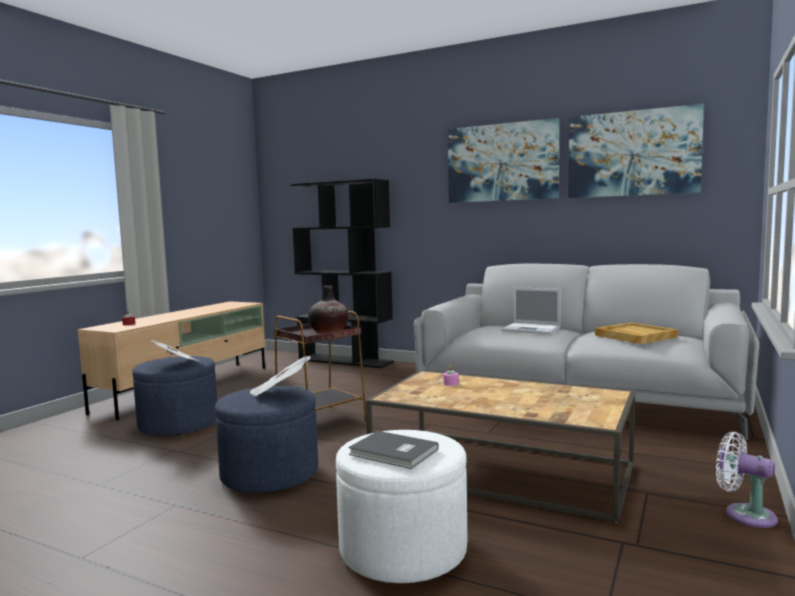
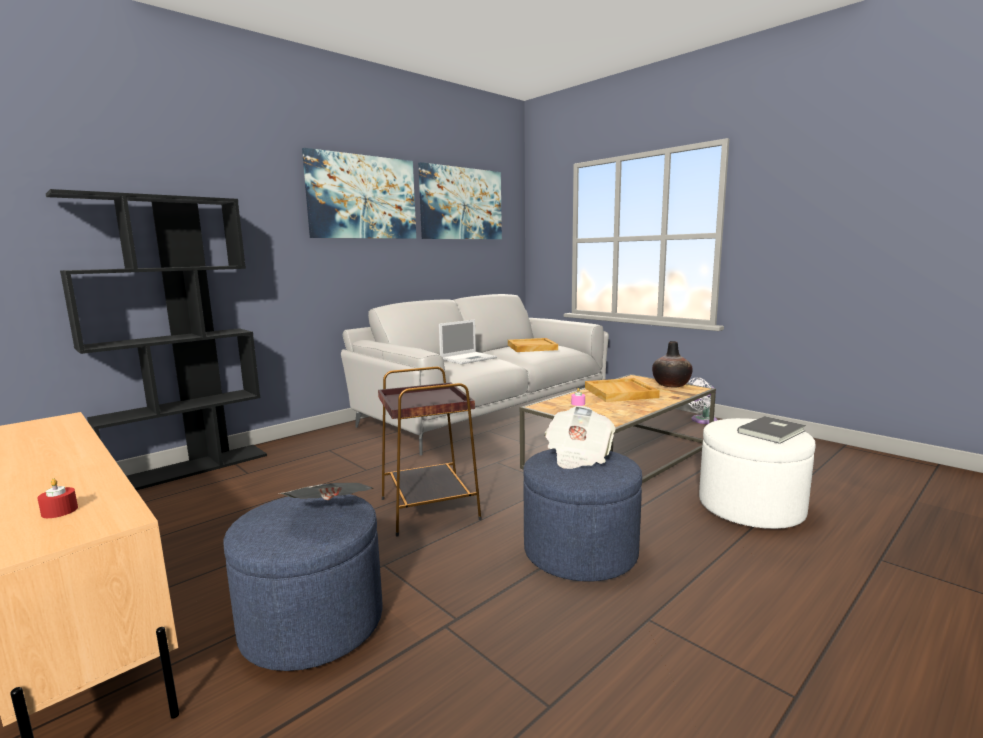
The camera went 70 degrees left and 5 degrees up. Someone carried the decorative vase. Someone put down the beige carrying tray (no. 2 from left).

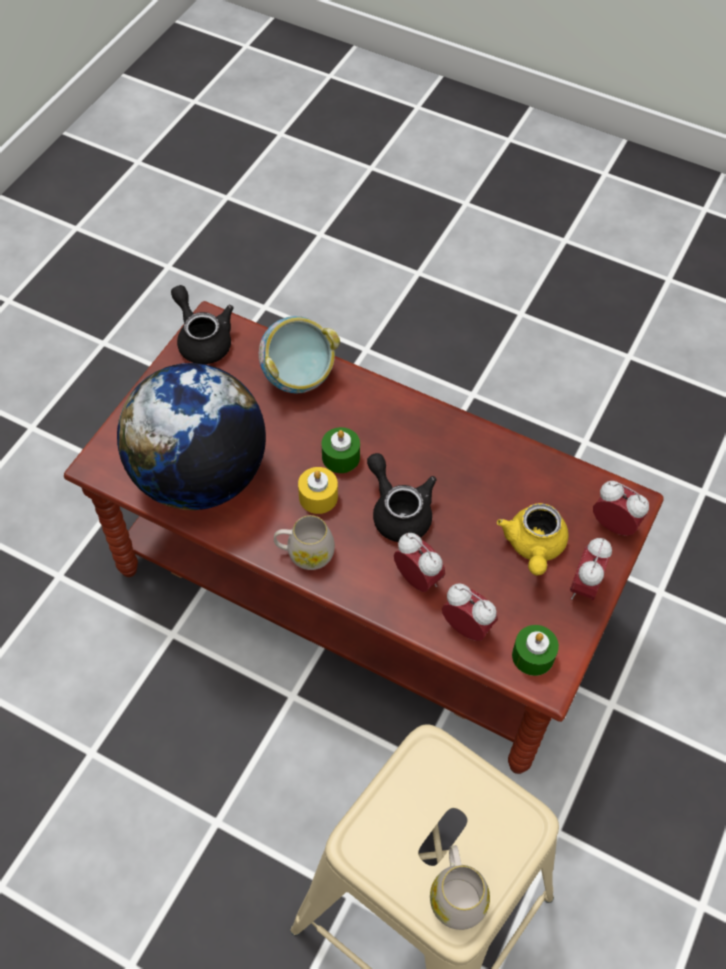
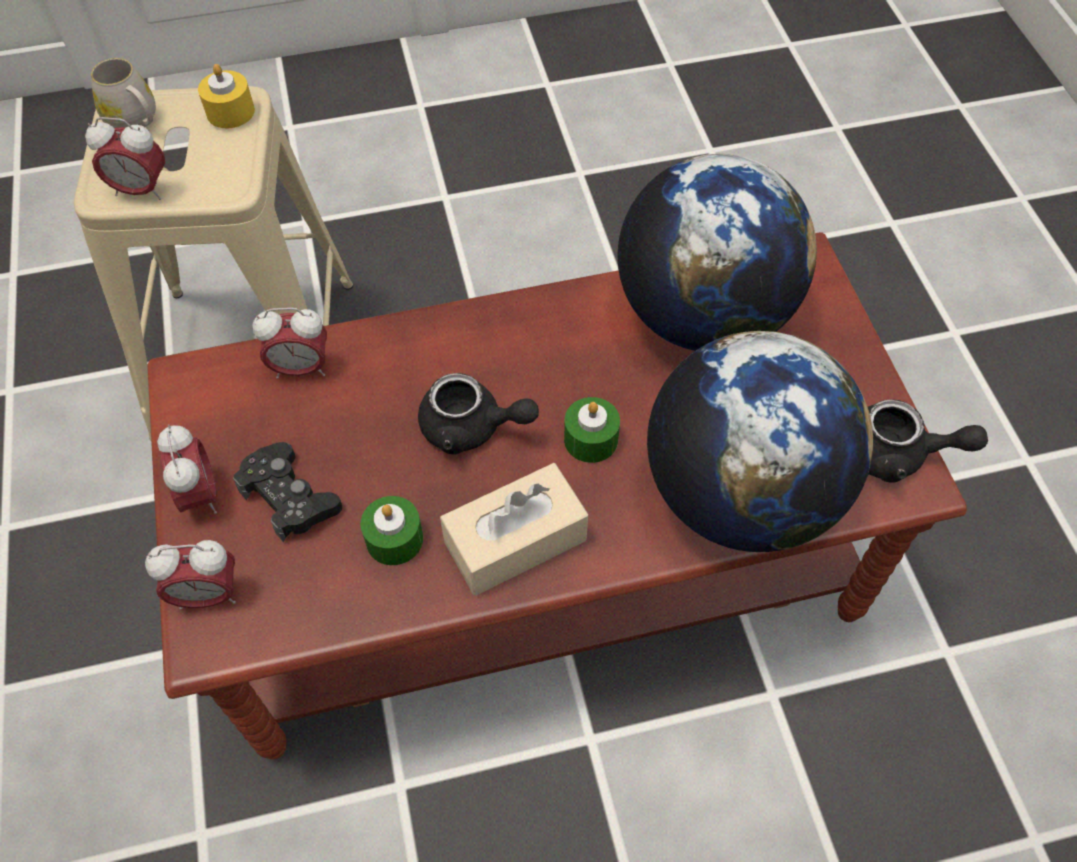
The camera went 140 degrees right and 0 degrees up. Someone swapped the bowl for the world globe (no. 2 from left). Someone carried the yellow wax light. Someone swapped the yellow tea pot for the black-coloured gamepad. Someone took away the white-coloured tea mug (no. 1 from left). Someone carried the bedside clock (no. 1 from left). Someone carried the greenish wax light (no. 2 from left in the first image). Someone put down the beige tissue box.

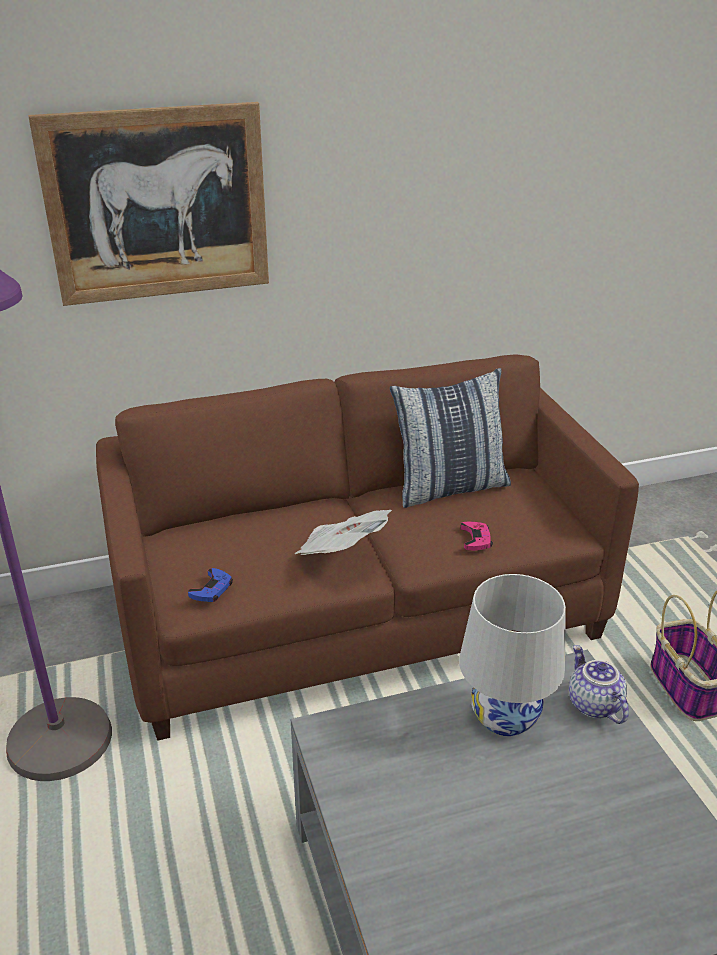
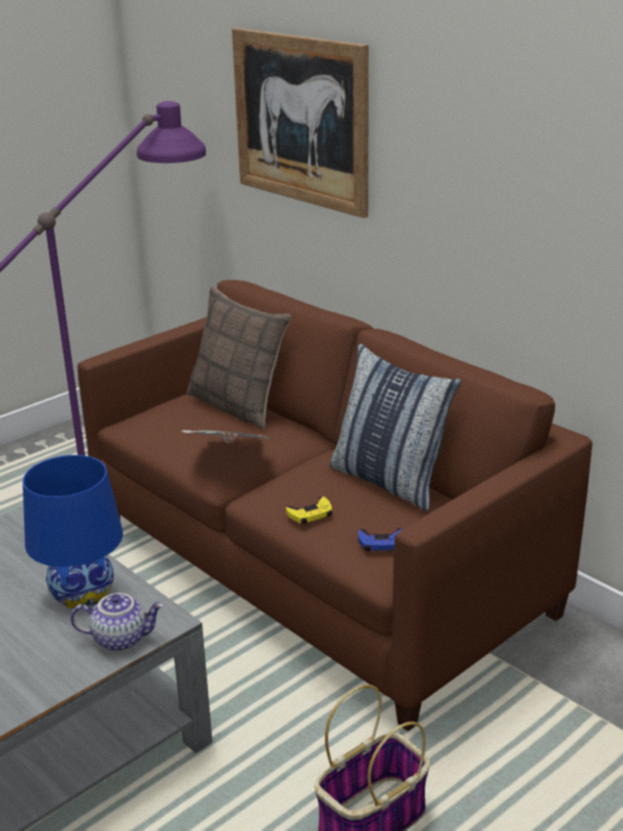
The camera went 65 degrees right and 5 degrees down. Someone repainted the pink gamepad, which became the yellow gamepad. Someone carried the blue-coloured gamepad. Someone repainted the white-coloured tabletop lamp, which became the blue-coloured tabletop lamp. Someone rotated the tea pot by 45 degrees clockwise. Someone put down the cushion (no. 1 from left).

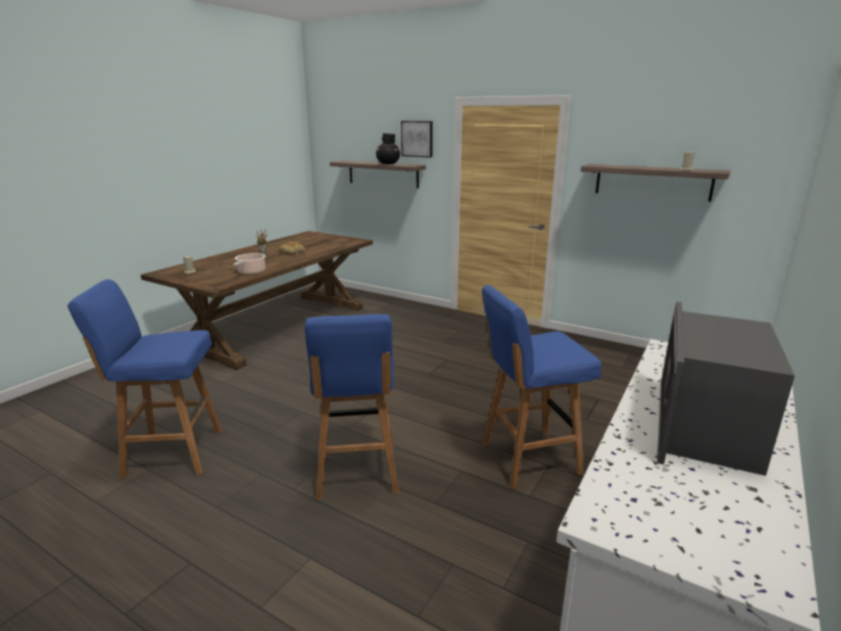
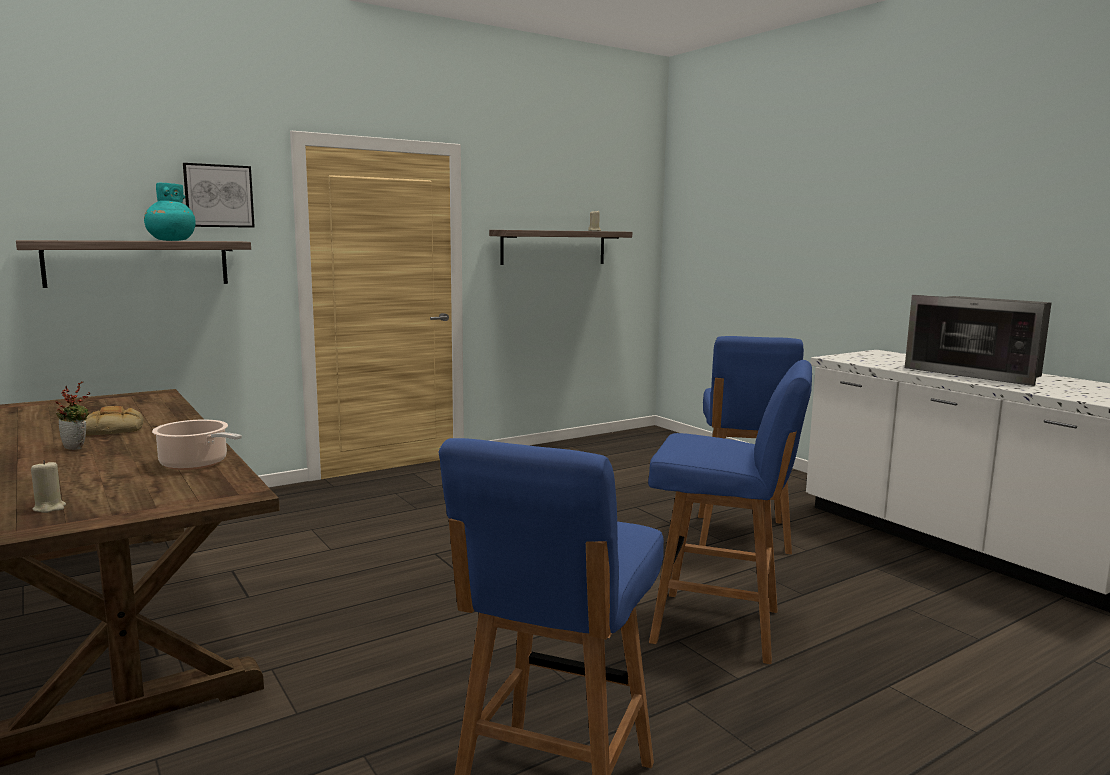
The camera went 65 degrees left and 10 degrees down. Someone repainted the black-coloured decorative vase, which became the turquoise decorative vase.

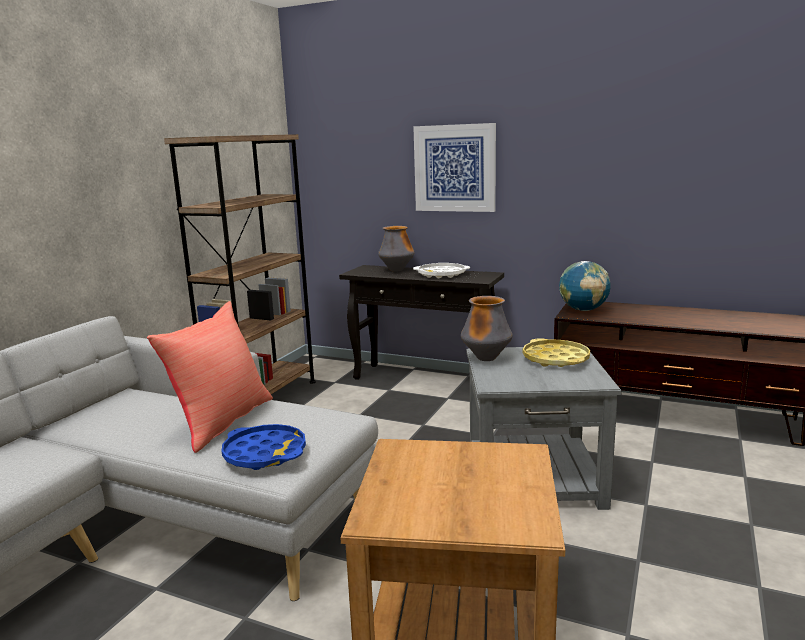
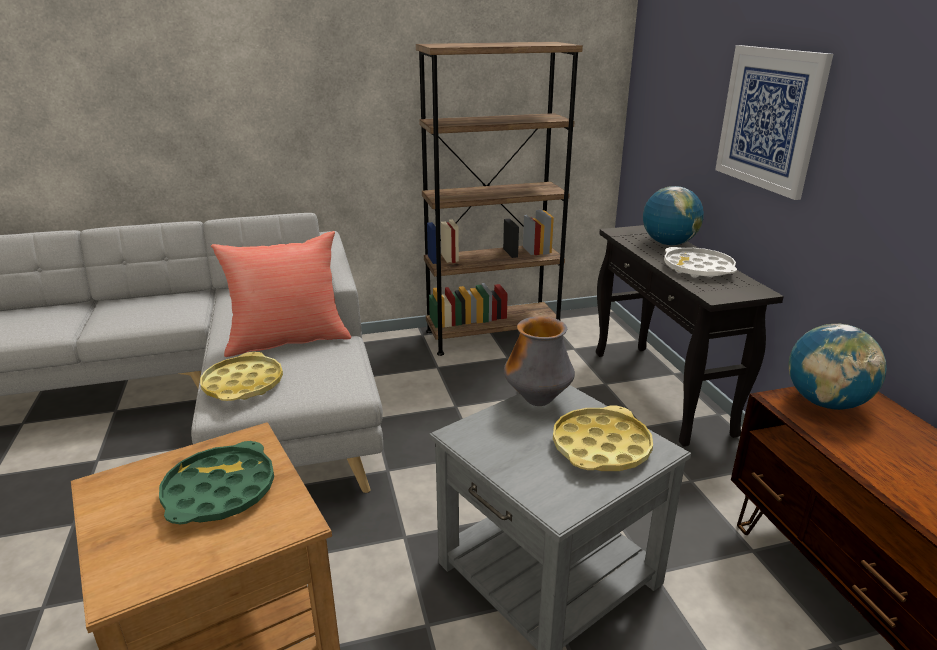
The camera went 50 degrees right and 10 degrees up. Someone swapped the decorative vase (no. 1 from left) for the world globe (no. 1 from left). Someone repainted the blue-coloured carrying tray, which became the yellow carrying tray (no. 1 from left). Someone put down the greenish carrying tray.

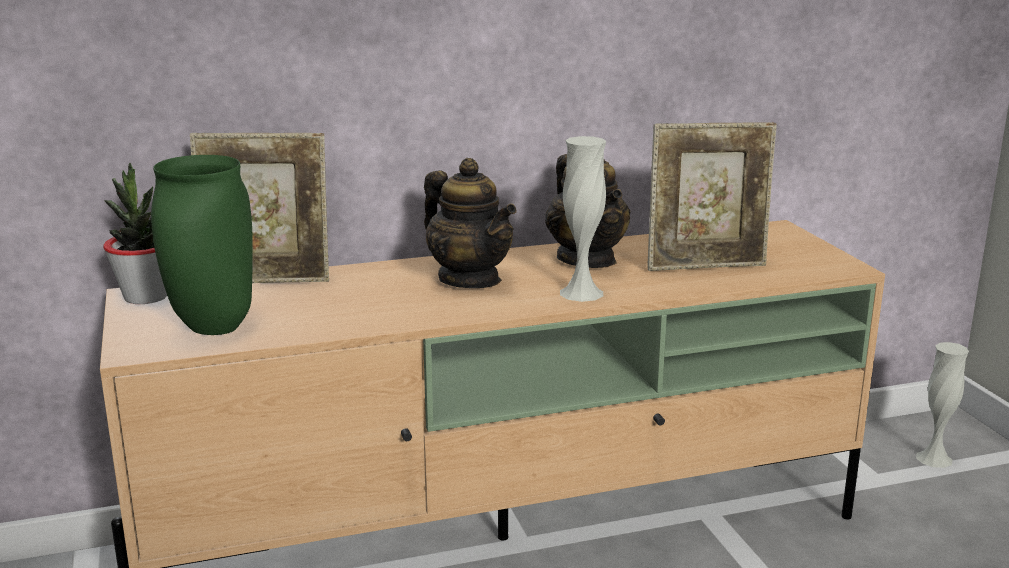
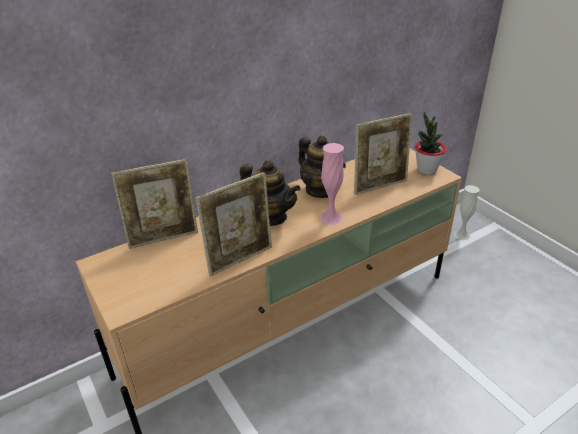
The camera went 15 degrees left and 15 degrees up. Someone repainted the white-coloured decorative vase (no. 1 from left), which became the pink decorative vase. Someone took away the greenish decorative vase. Someone carried the plant in a pot. Someone put down the standing frame (no. 2 from left).

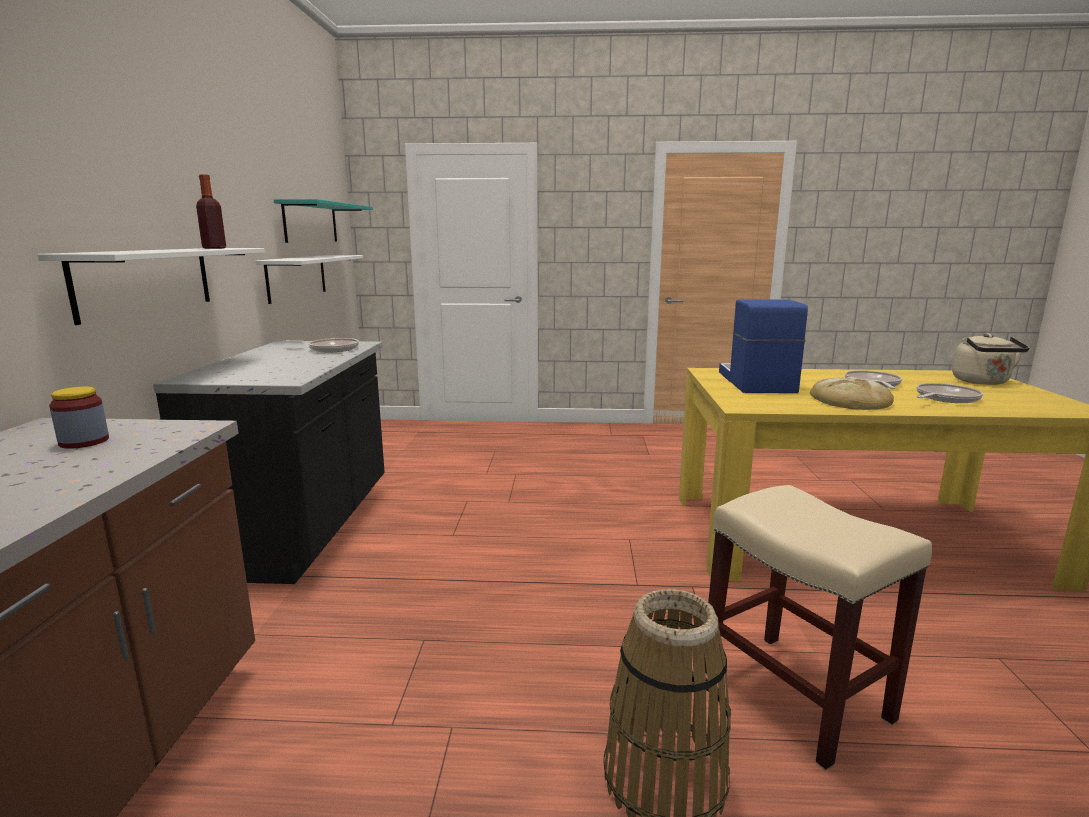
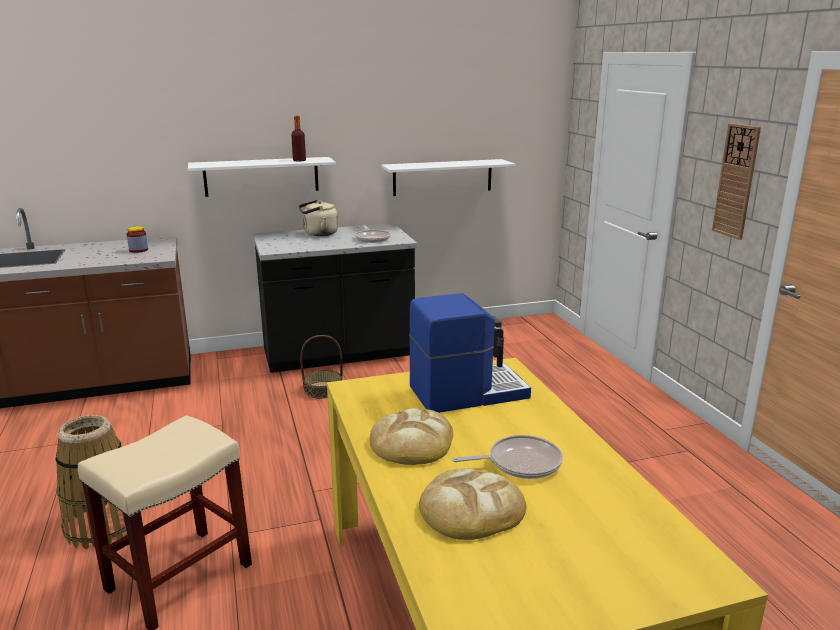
The camera went 70 degrees right and 5 degrees up. Someone took away the turquoise bracket shelf. Someone carried the beige kettle. Someone swapped the pan (no. 3 from left) for the bakery bread (no. 2 from left). Someone put up the wall clock. Someone put down the household basket (no. 2 from left).

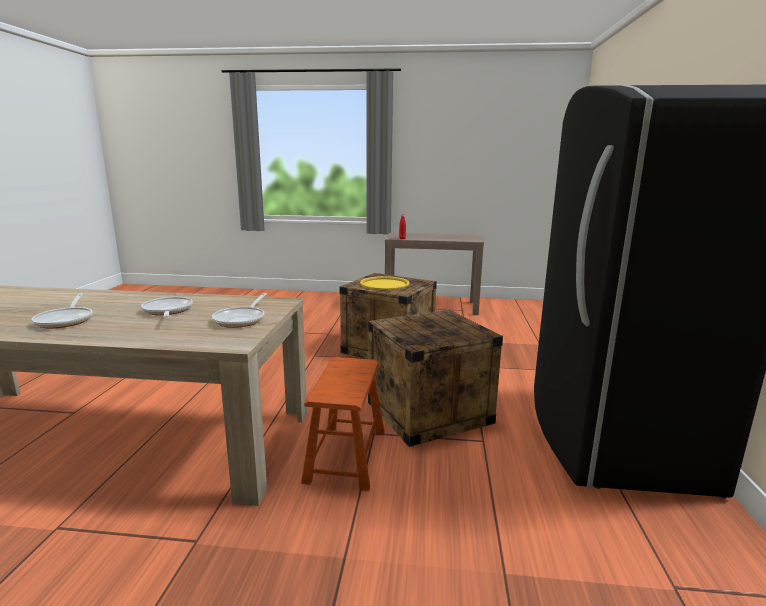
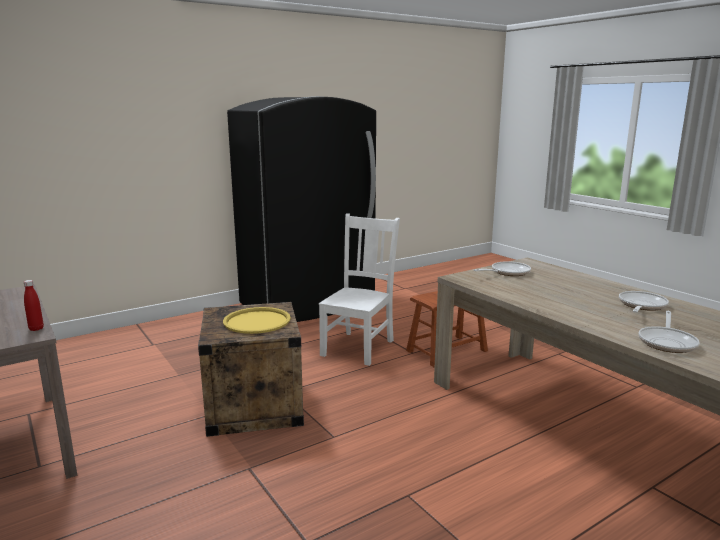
The camera went 130 degrees left and 0 degrees up. Someone carried the pan (no. 2 from left in the first image). Someone swapped the shipping crate (no. 2 from left) for the white-coloured chair.

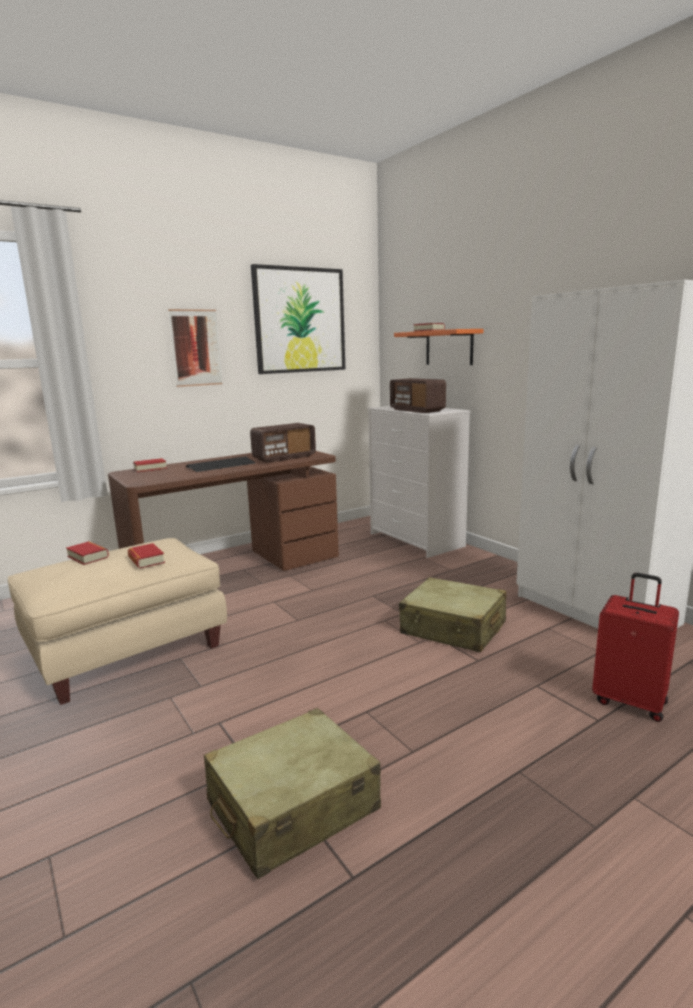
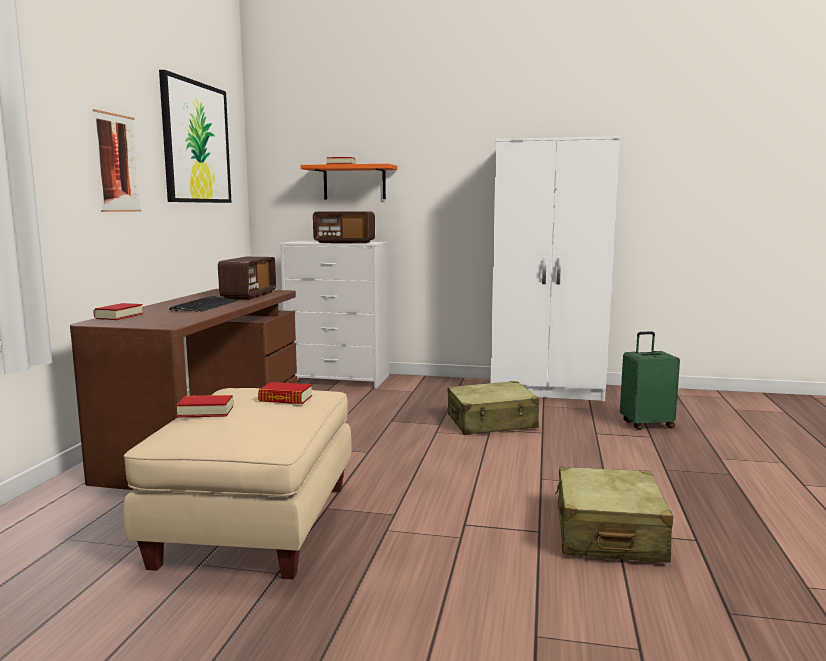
The camera went 45 degrees left and 5 degrees down. Someone repainted the red-coloured travel case, which became the greenish travel case.

